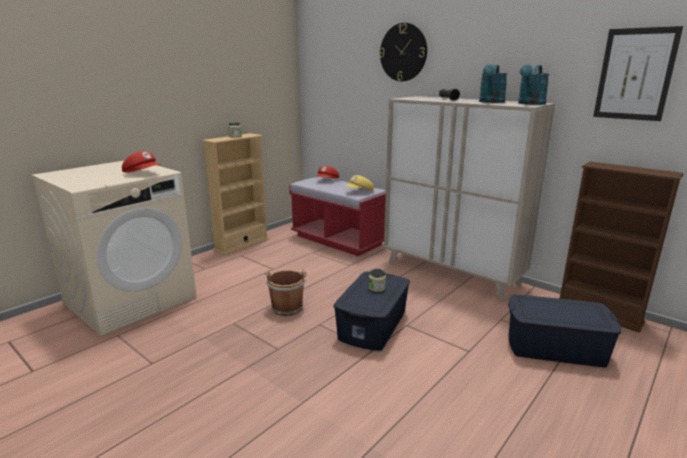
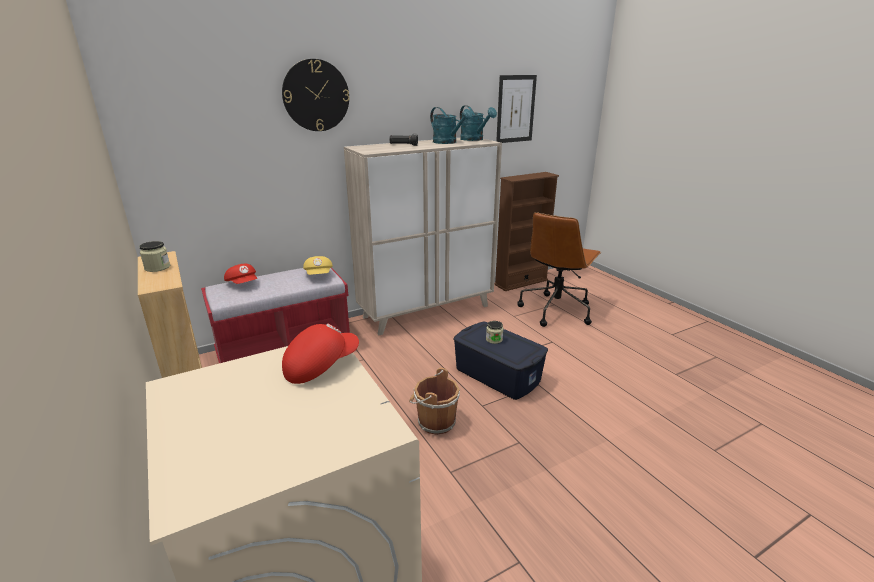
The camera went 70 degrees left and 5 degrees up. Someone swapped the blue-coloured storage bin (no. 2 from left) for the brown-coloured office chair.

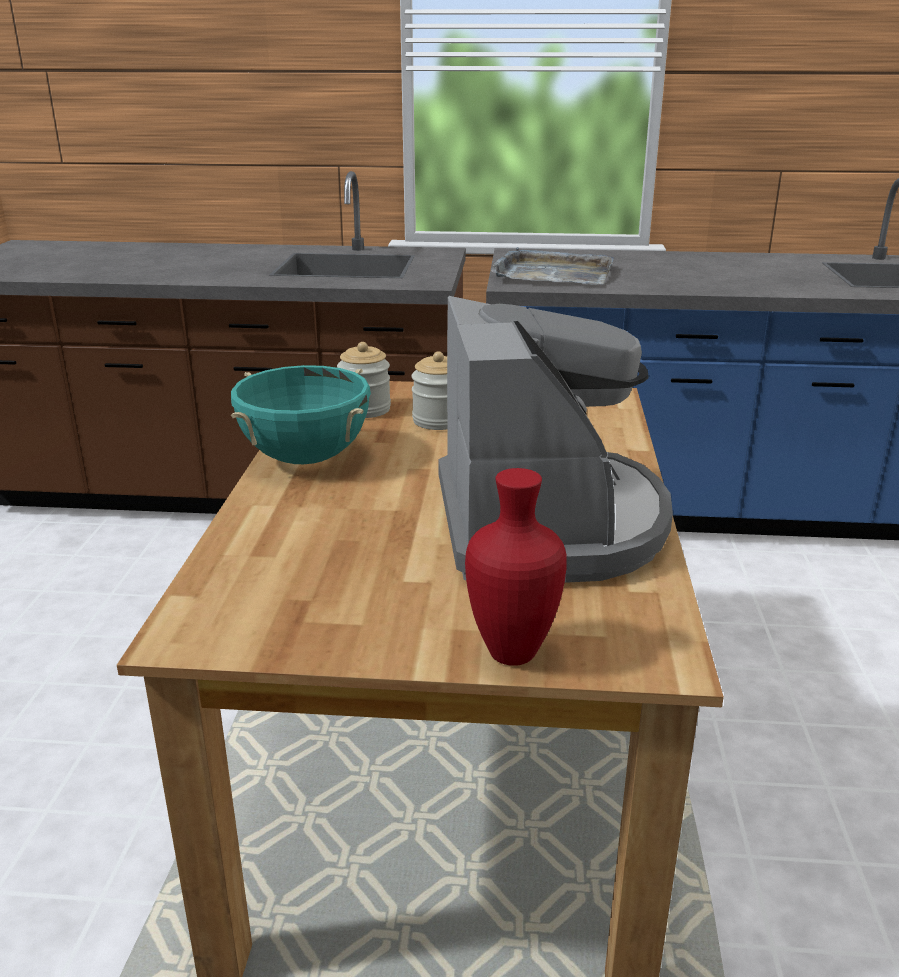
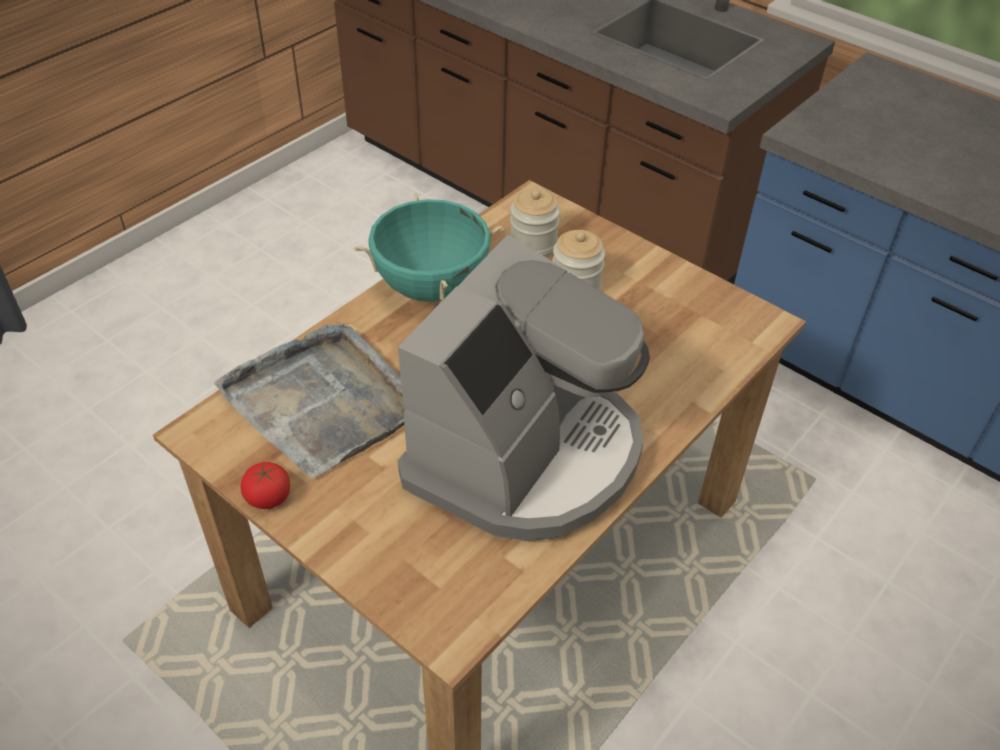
The camera went 35 degrees right and 20 degrees up. Someone carried the greyish carrying tray. Someone took away the red-coloured decorative vase. Someone put down the fresh tomato.

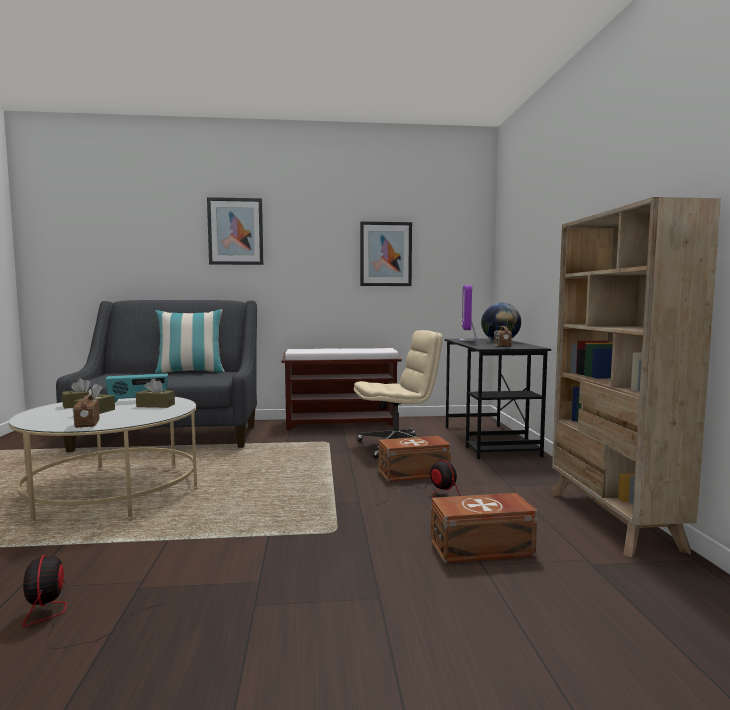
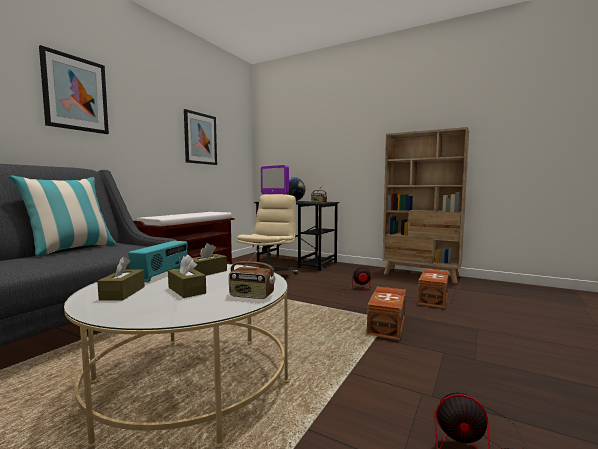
The camera went 55 degrees left and 0 degrees up. Someone carried the brown-coloured storage bin (no. 1 from left).

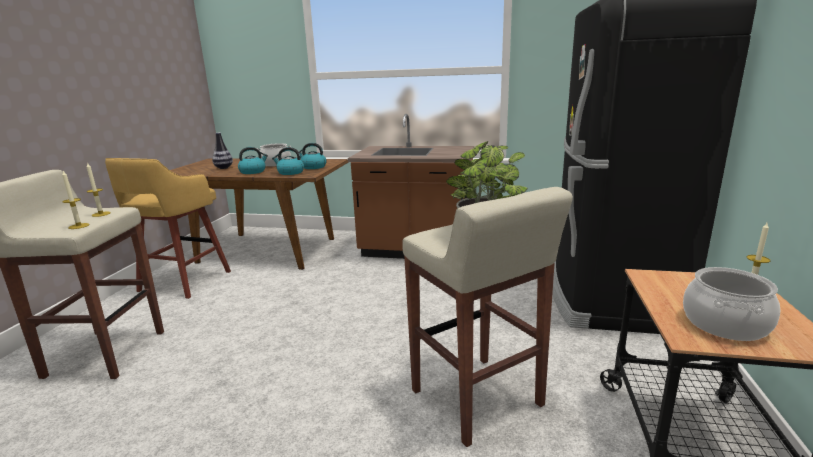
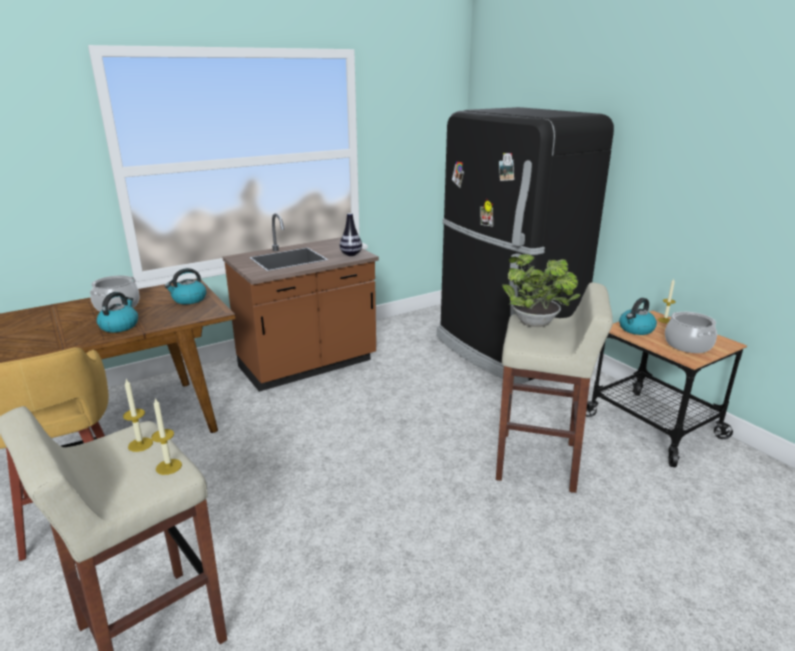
The camera went 45 degrees left and 5 degrees up. Someone carried the decorative vase. Someone carried the kettle (no. 2 from left in the first image).

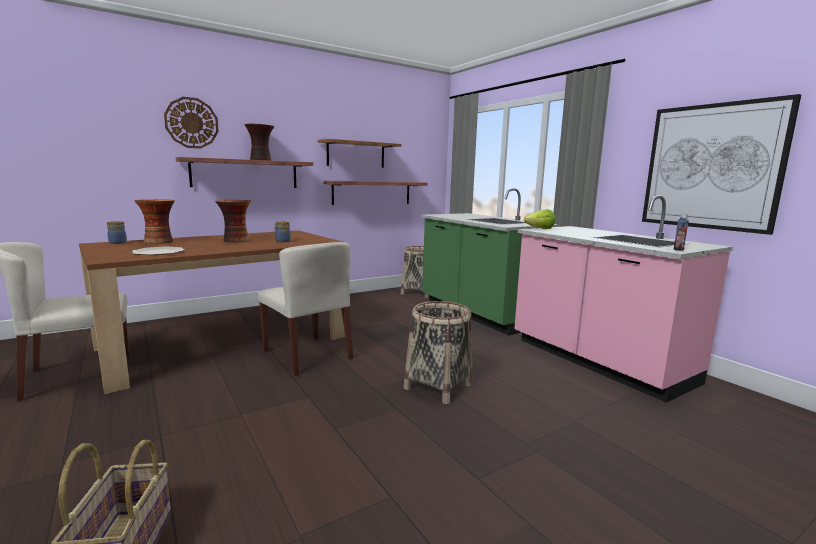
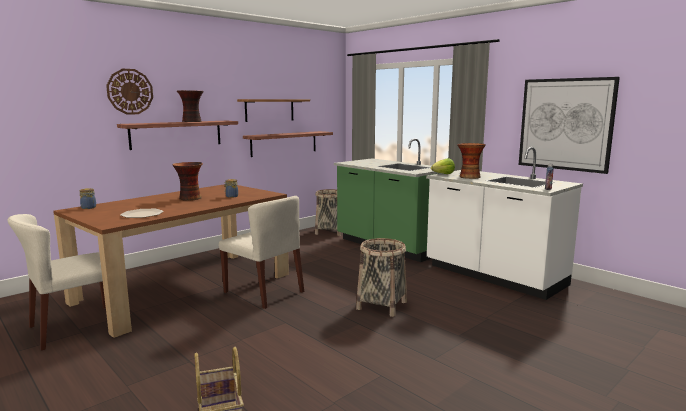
The camera went 10 degrees left and 0 degrees up. Someone repainted the pink kitchen counter, which became the white-coloured kitchen counter. Someone carried the decorative vase (no. 1 from left in the first image).

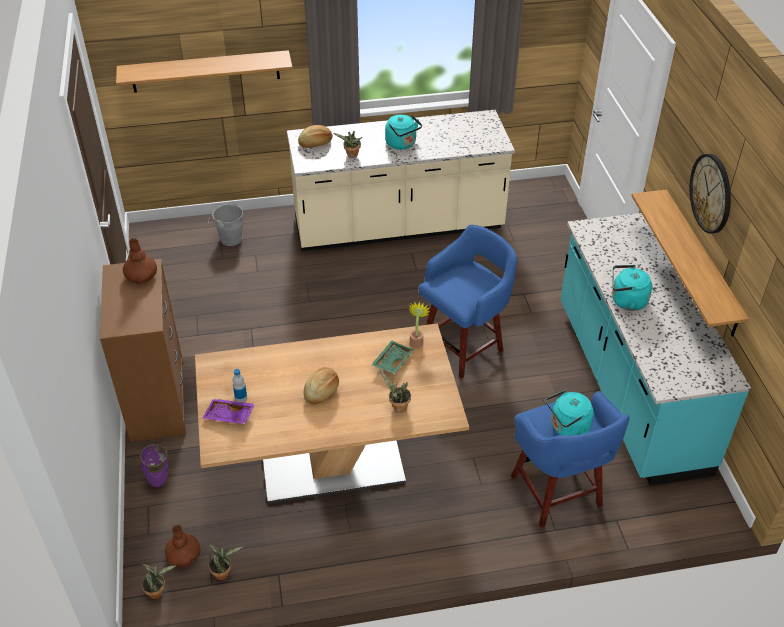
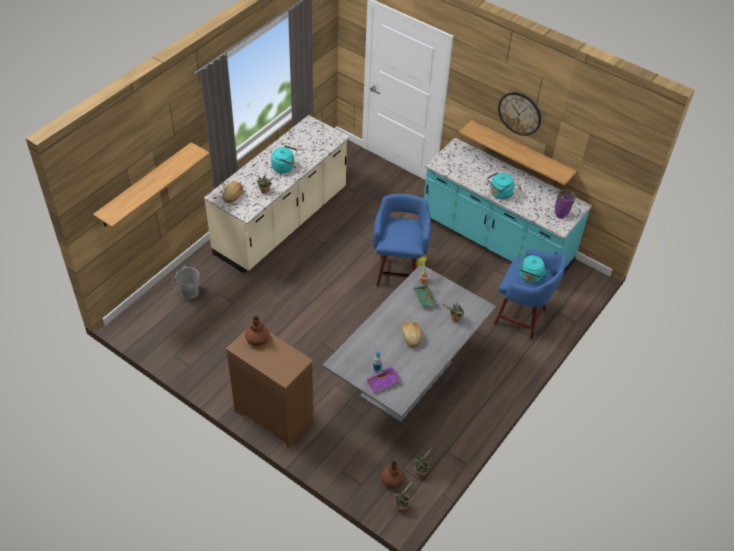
The camera went 45 degrees left and 5 degrees up. Someone repainted the brown-coloured dinner table, which became the greyish dinner table. Someone carried the purple-coloured decorative vase.

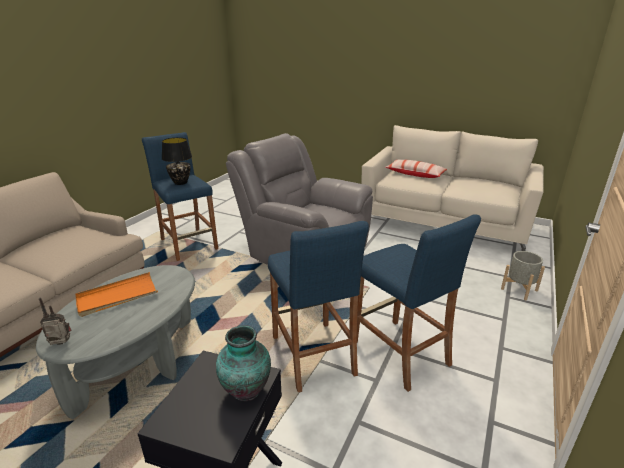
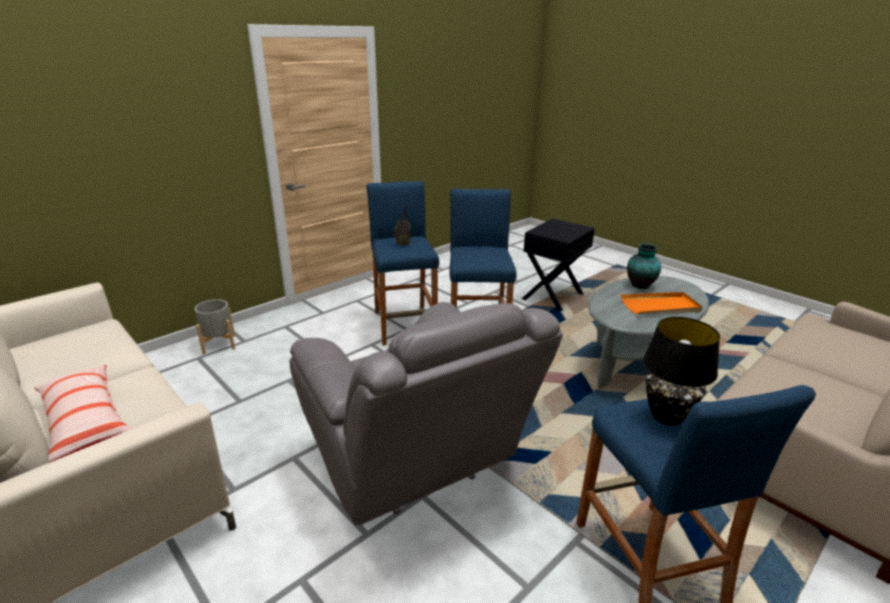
The camera went 160 degrees left and 0 degrees up. Someone carried the radio receiver. Someone carried the decorative vase.

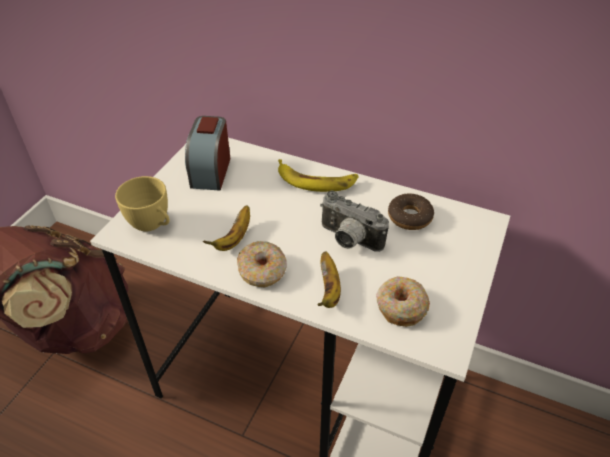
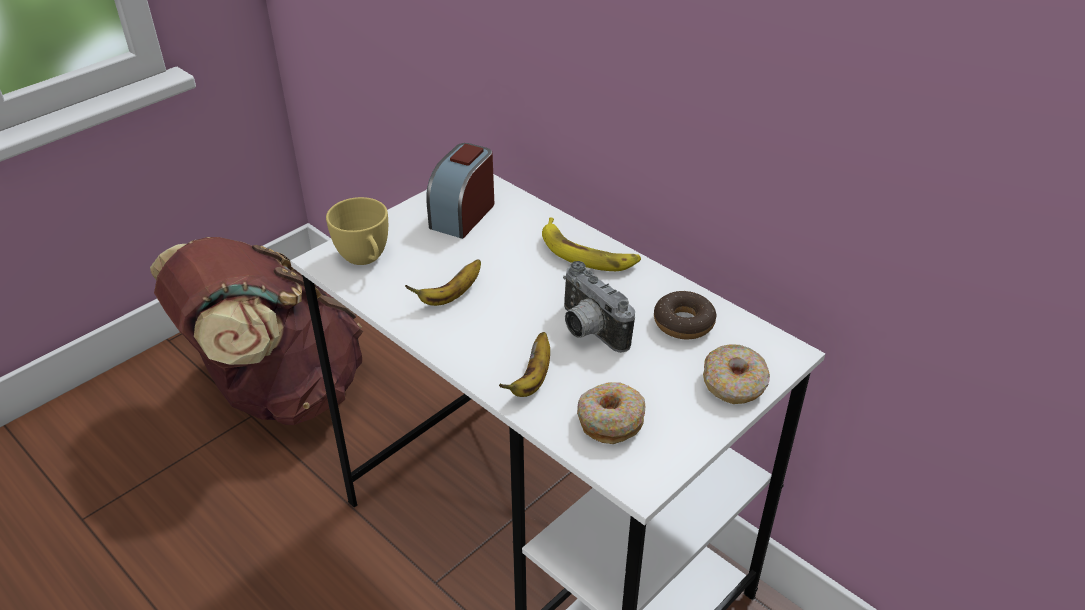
The camera went 20 degrees right and 5 degrees down. Someone carried the ring doughnut (no. 1 from left in the first image).

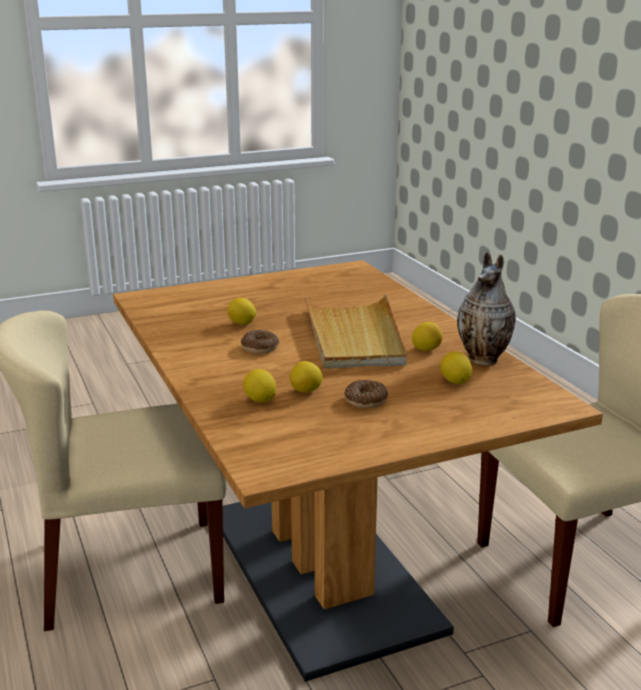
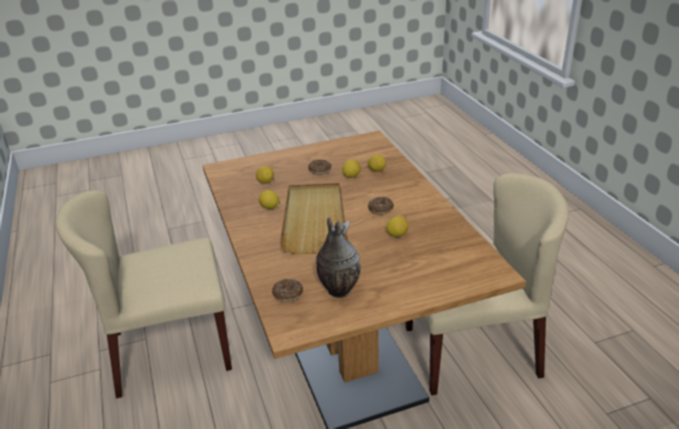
The camera went 175 degrees left and 10 degrees up. Someone carried the decorative vase. Someone put down the ring doughnut (no. 1 from left).

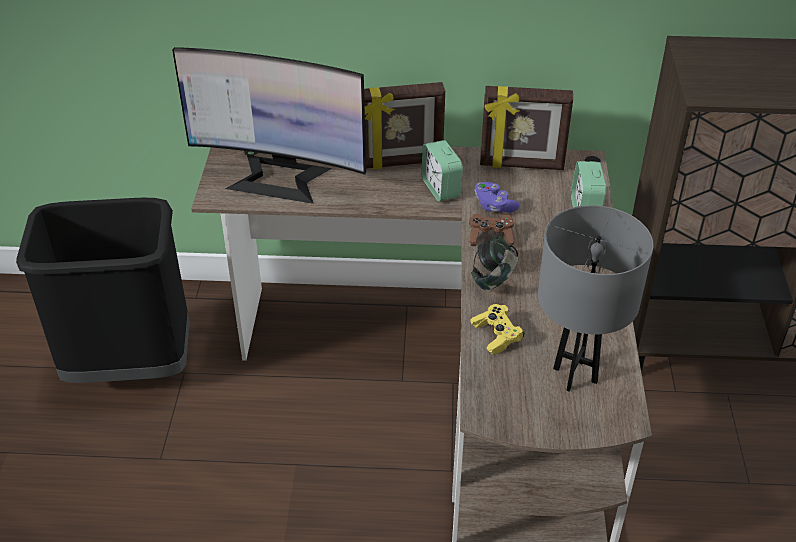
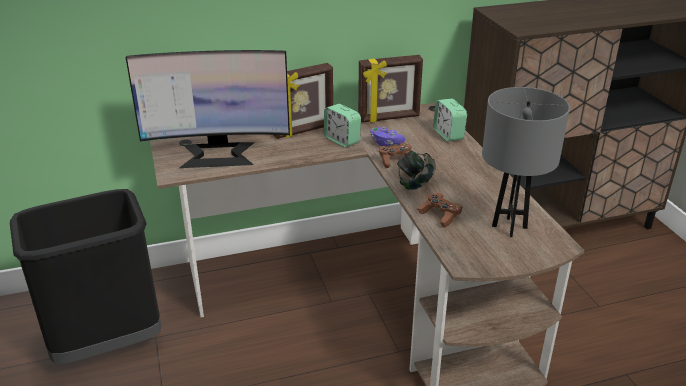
The camera went 20 degrees left and 10 degrees down. Someone repainted the yellow gamepad, which became the brown-coloured gamepad (no. 2 from left).

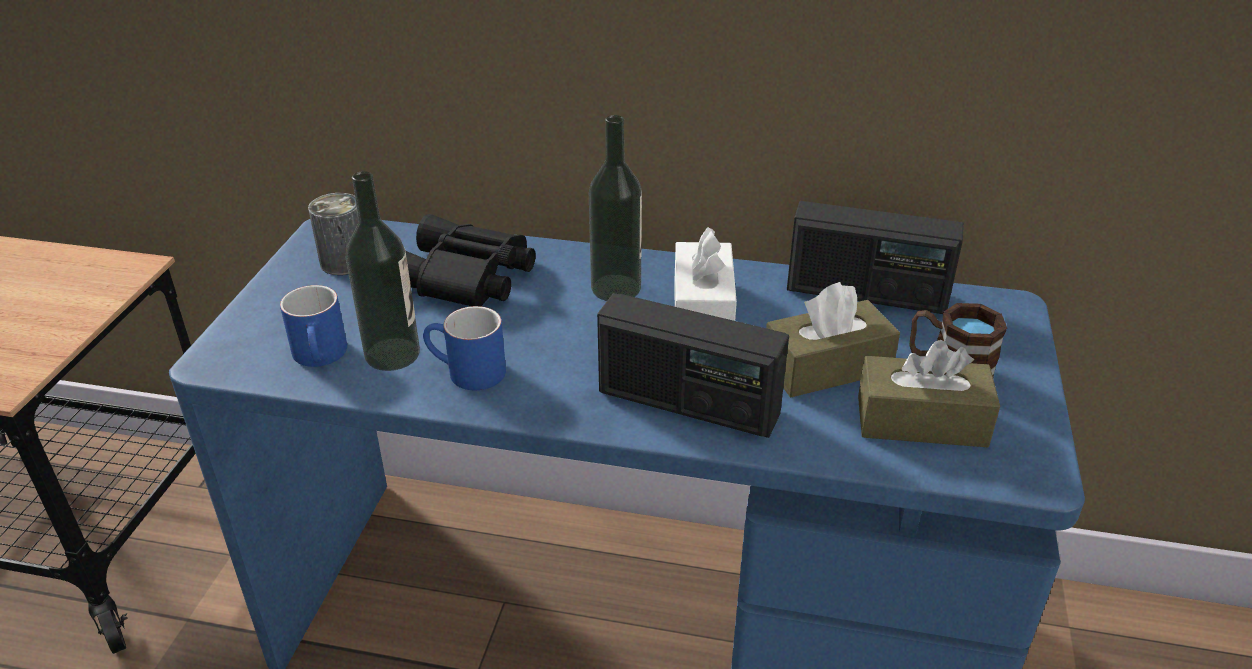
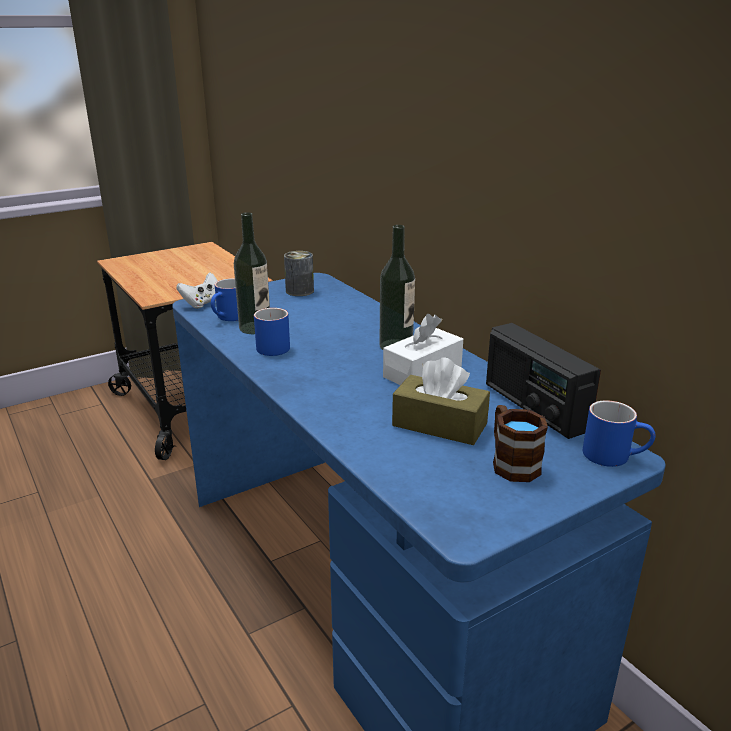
The camera went 45 degrees right and 10 degrees down. Someone took away the black-coloured field glasses. Someone took away the radio receiver (no. 1 from left). Someone took away the brown-coloured tissue box (no. 2 from left). Someone put down the white-coloured gamepad. Someone put down the blue-coloured tea mug (no. 3 from left).

